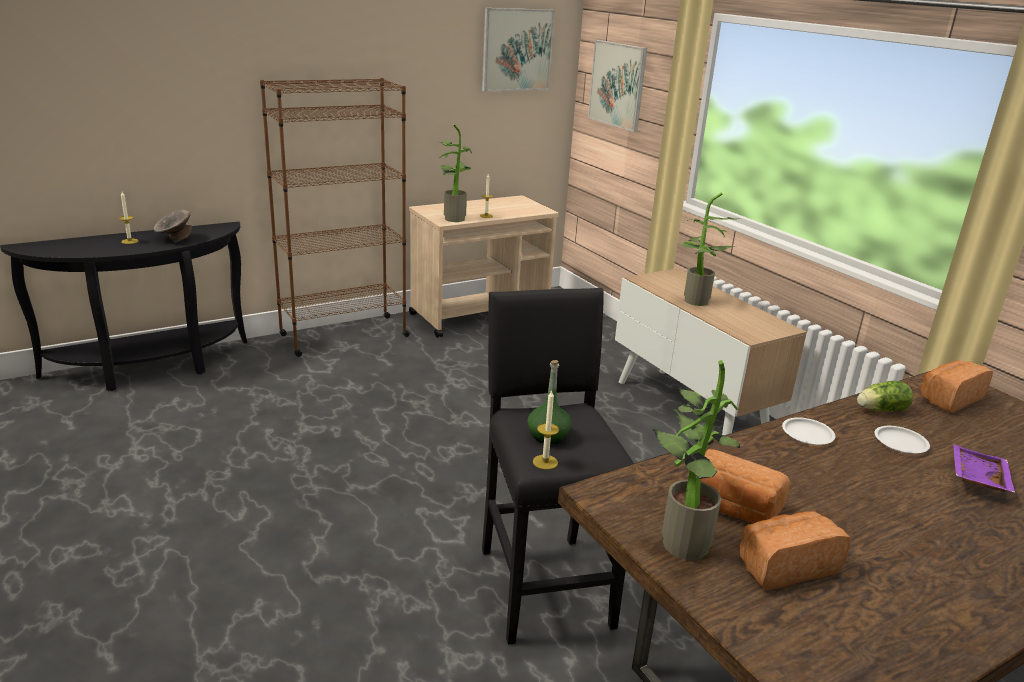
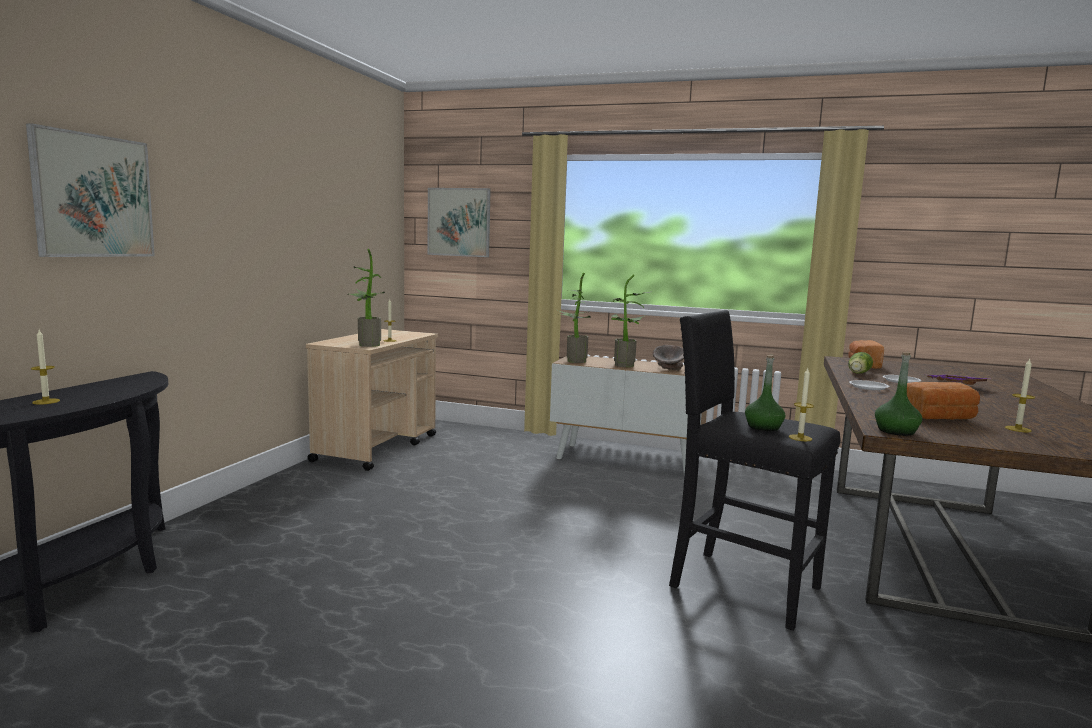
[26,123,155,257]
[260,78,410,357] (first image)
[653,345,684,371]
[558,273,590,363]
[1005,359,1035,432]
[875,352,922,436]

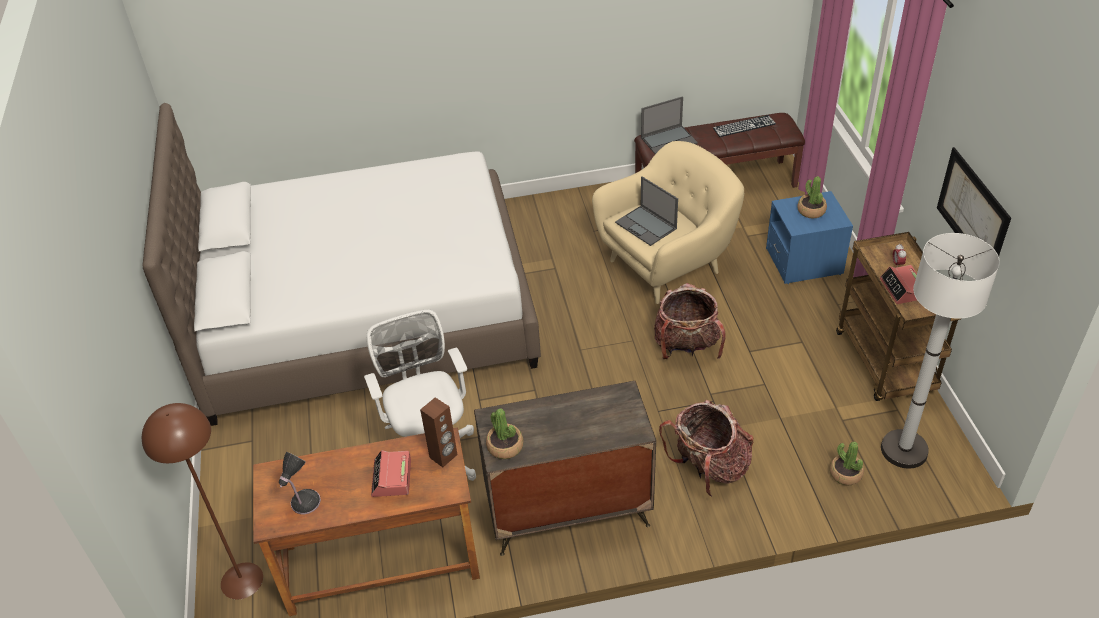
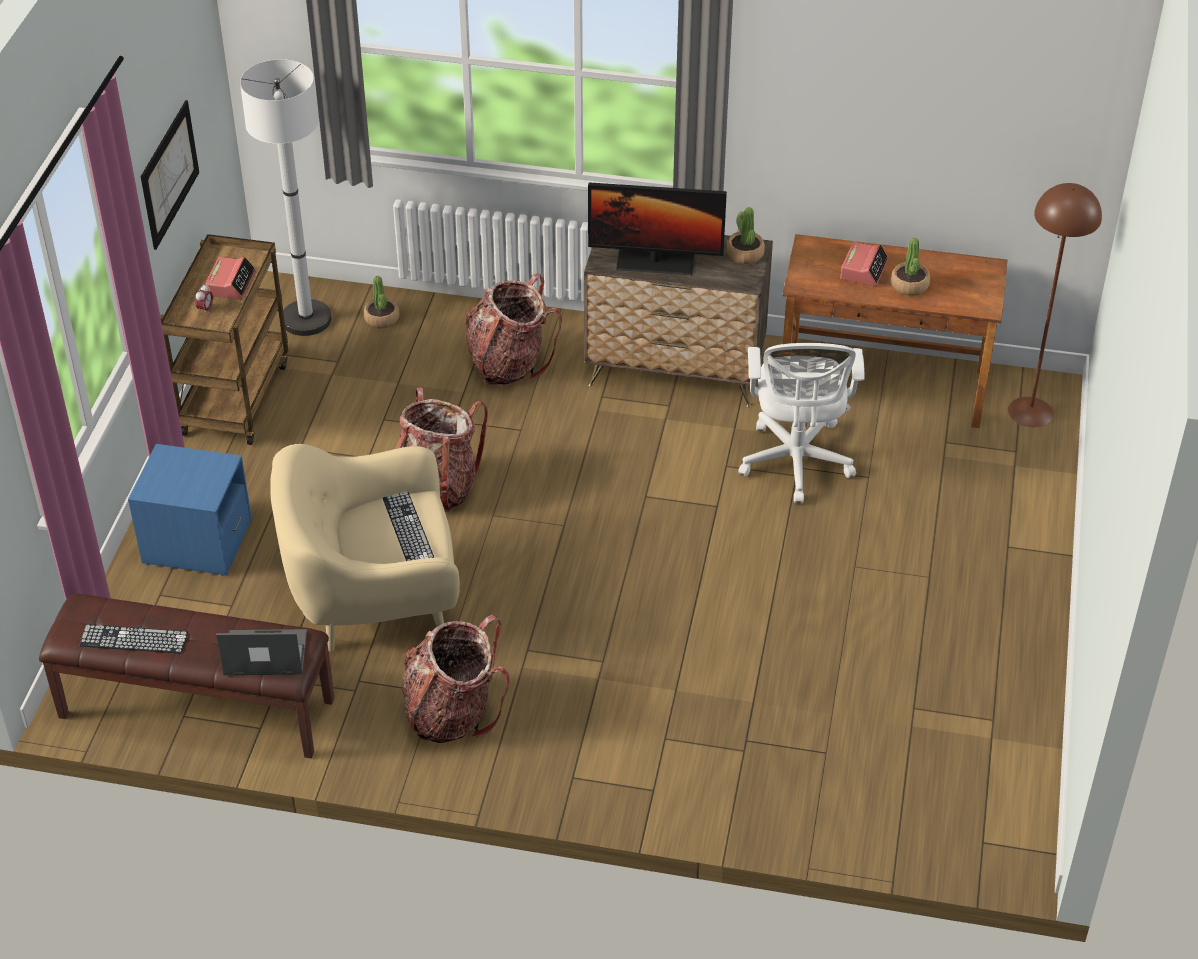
[142,103,541,426] (first image)
[383,492,434,561]
[891,237,930,296]
[420,398,458,467] (first image)
[279,452,321,514] (first image)
[588,182,727,275]
[402,615,510,743]

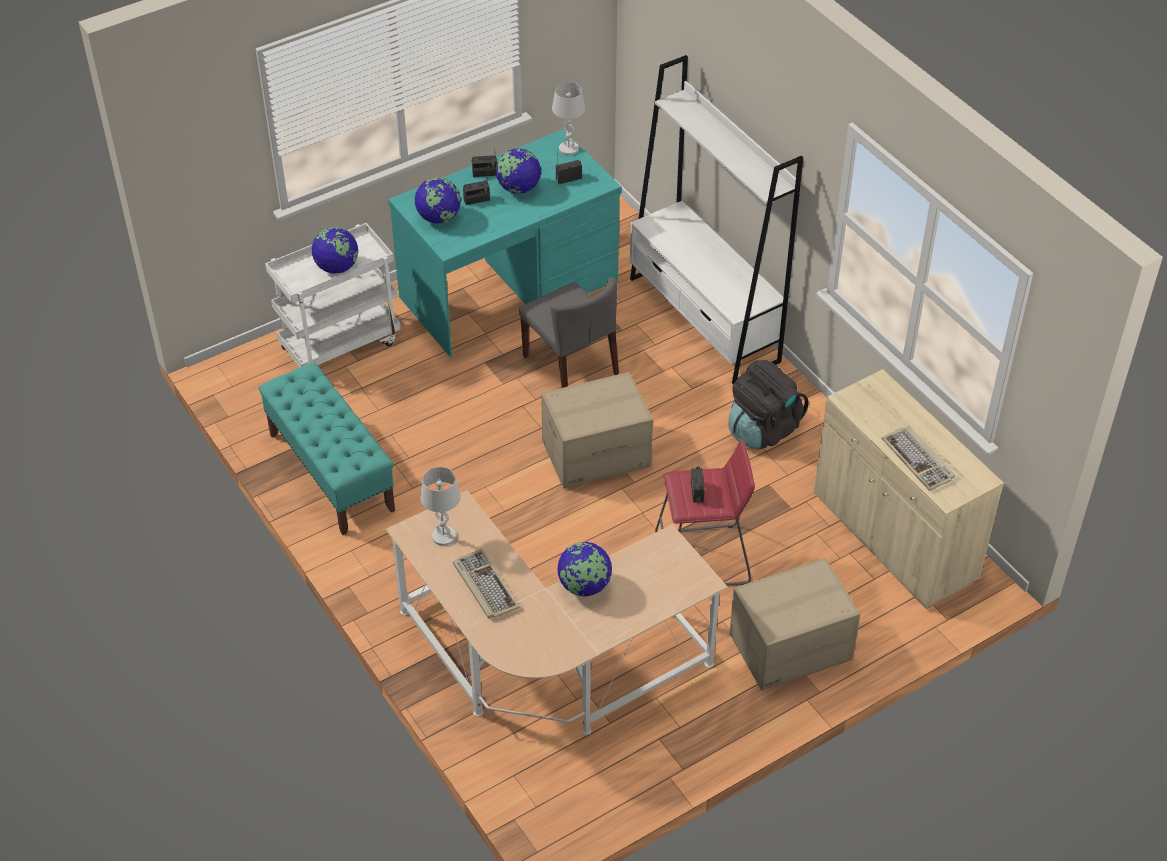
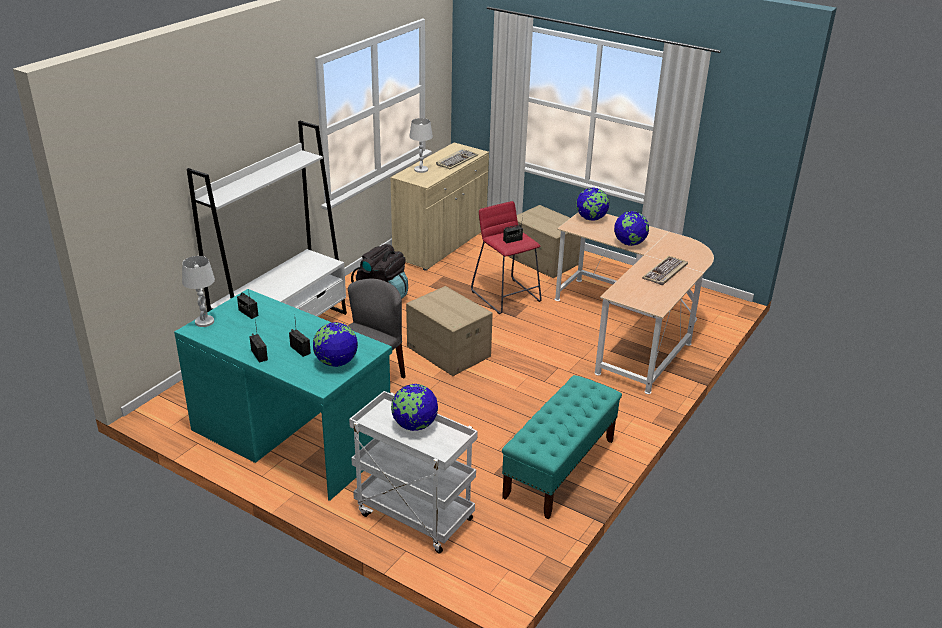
[576,187,609,221]
[409,118,433,173]

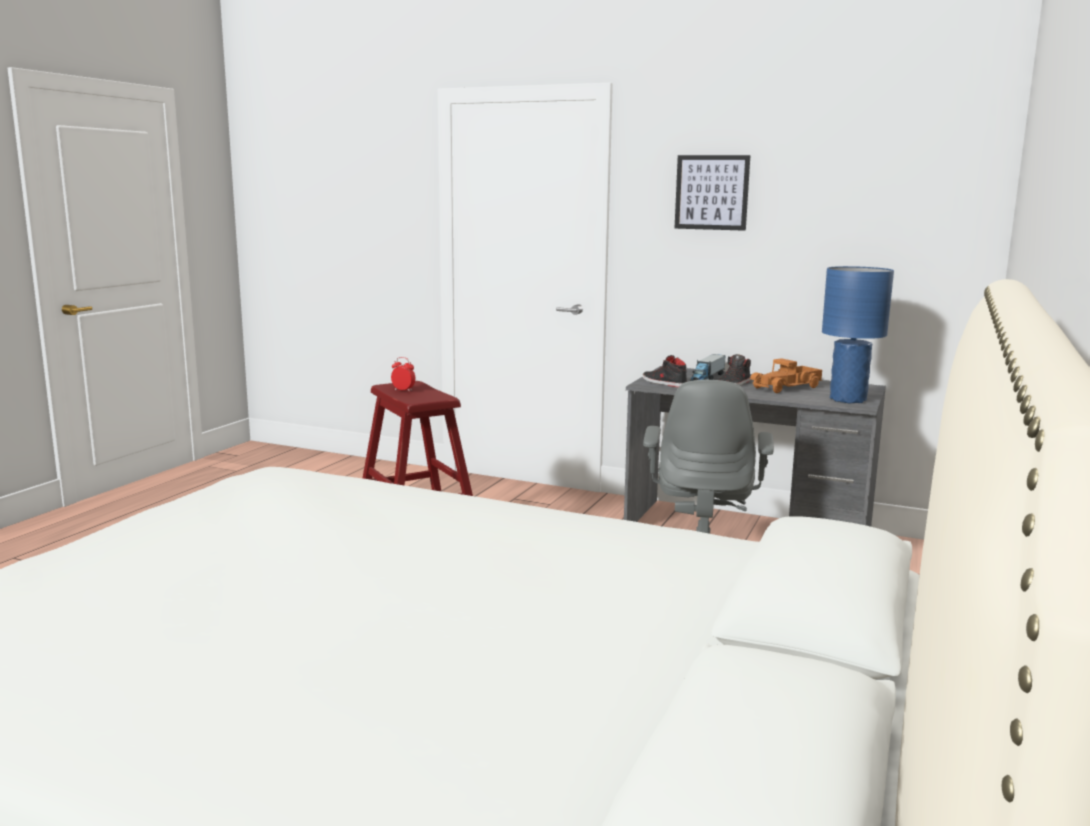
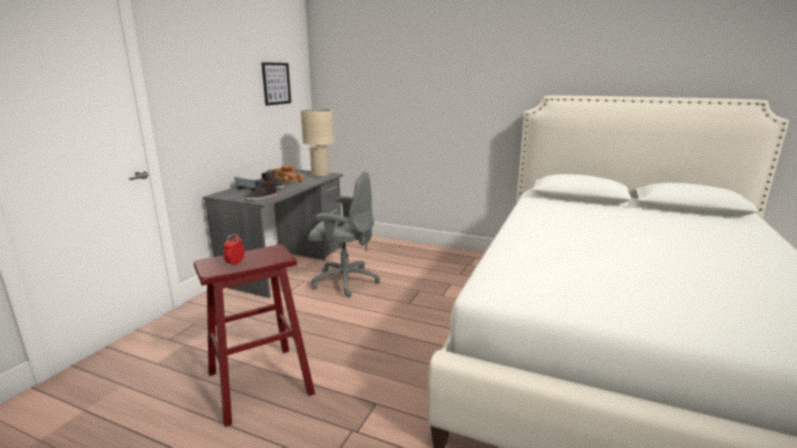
[261,62,291,106]
[300,109,334,177]

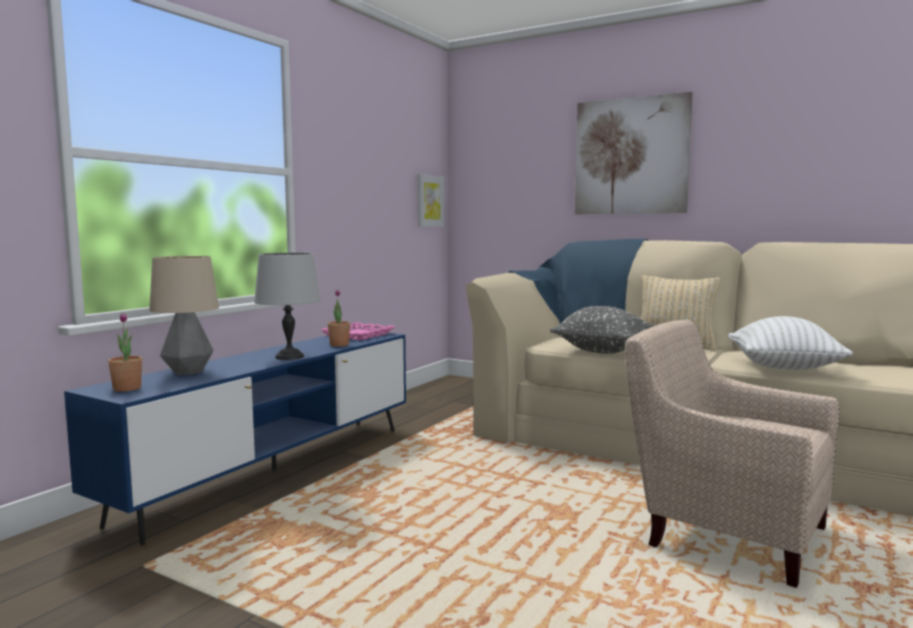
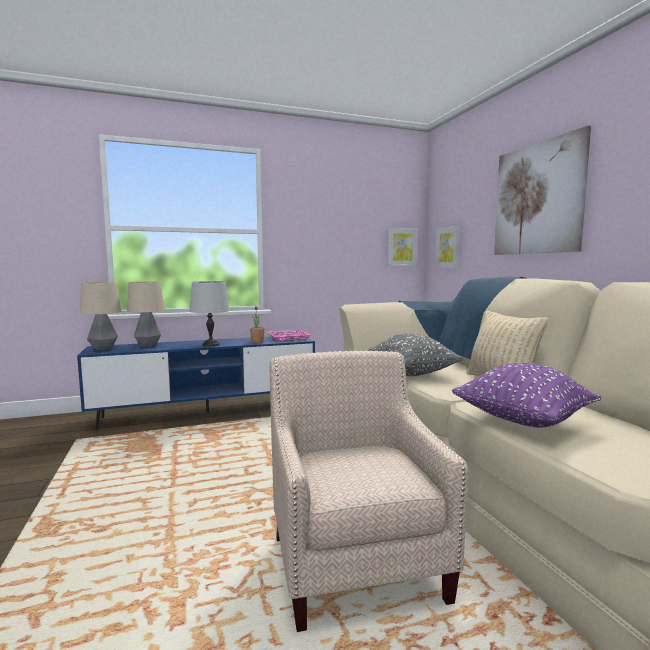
[80,282,121,351]
[452,363,601,427]
[435,226,460,268]

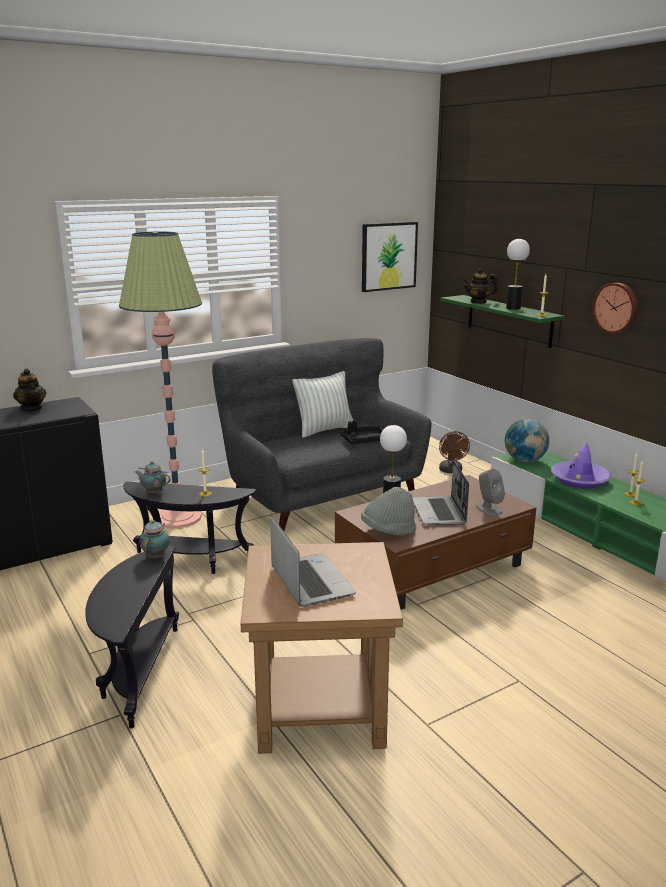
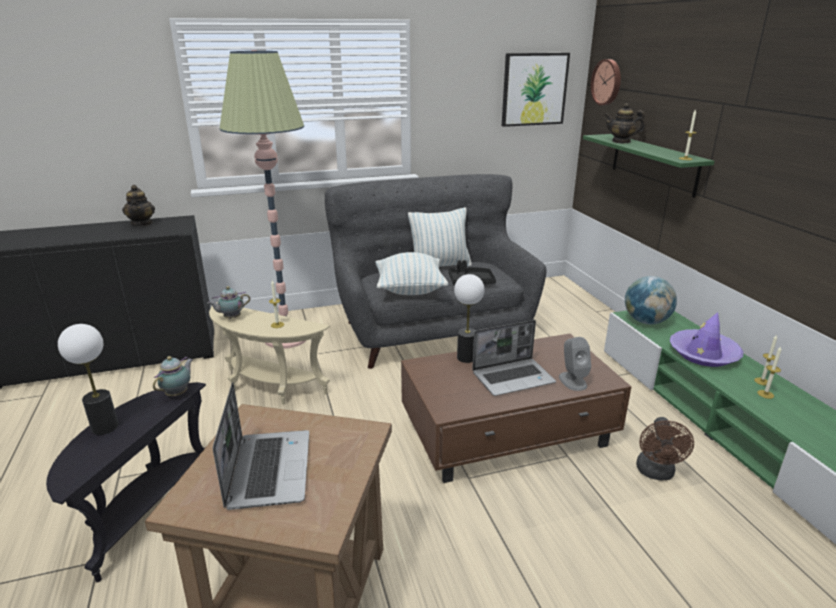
[58,324,118,435]
[590,59,621,105]
[636,417,694,480]
[207,286,250,319]
[472,320,556,396]
[209,302,330,405]
[361,487,416,535] (first image)
[376,252,448,295]

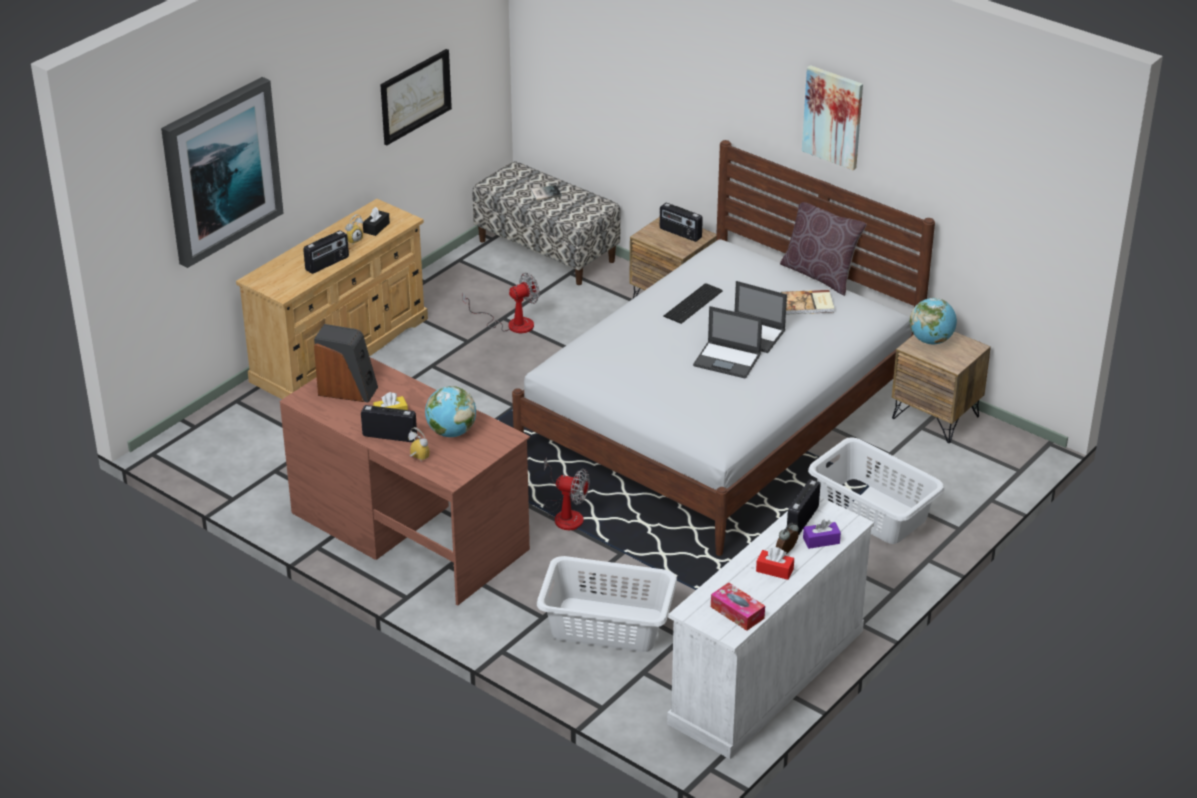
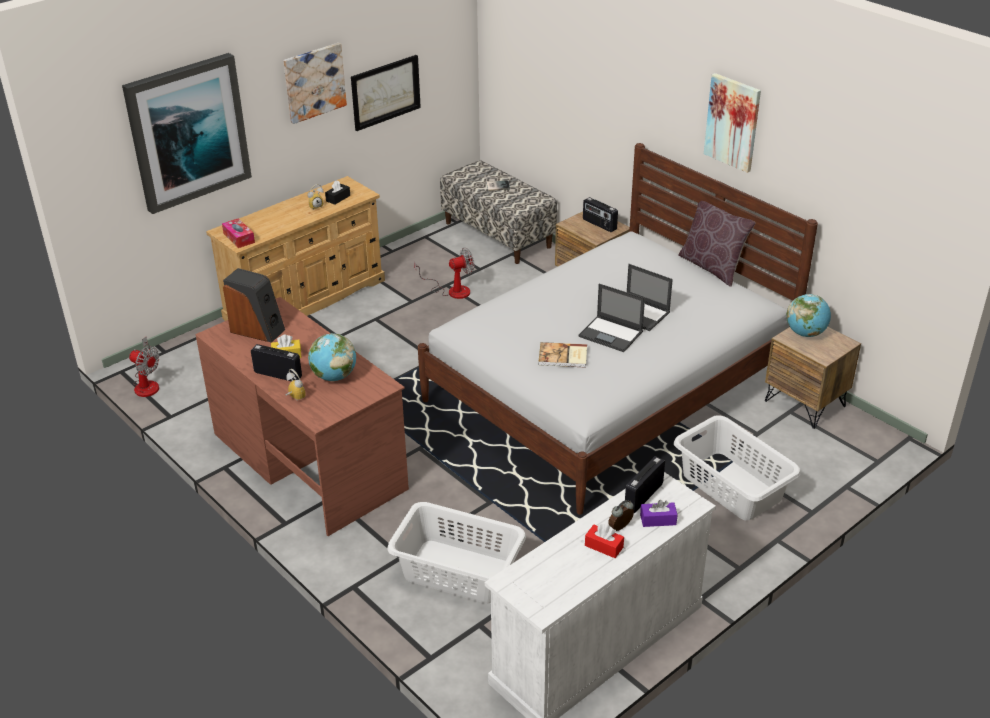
[303,230,349,274] (first image)
[663,283,722,324] (first image)
[539,342,587,368]
[129,337,159,397]
[222,218,255,248]
[283,43,347,124]

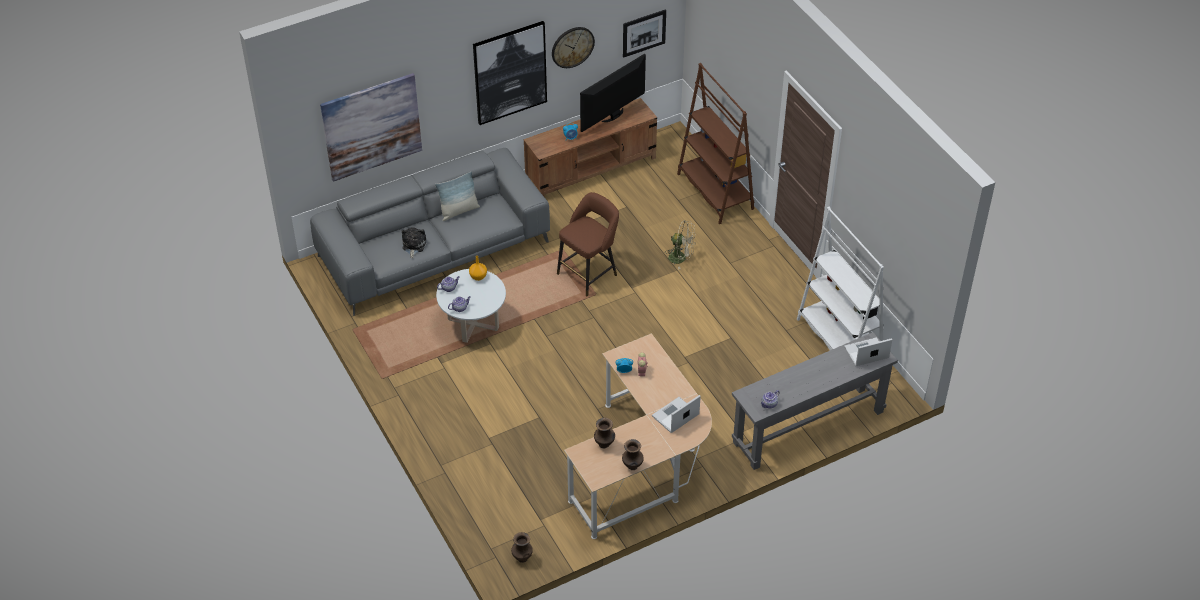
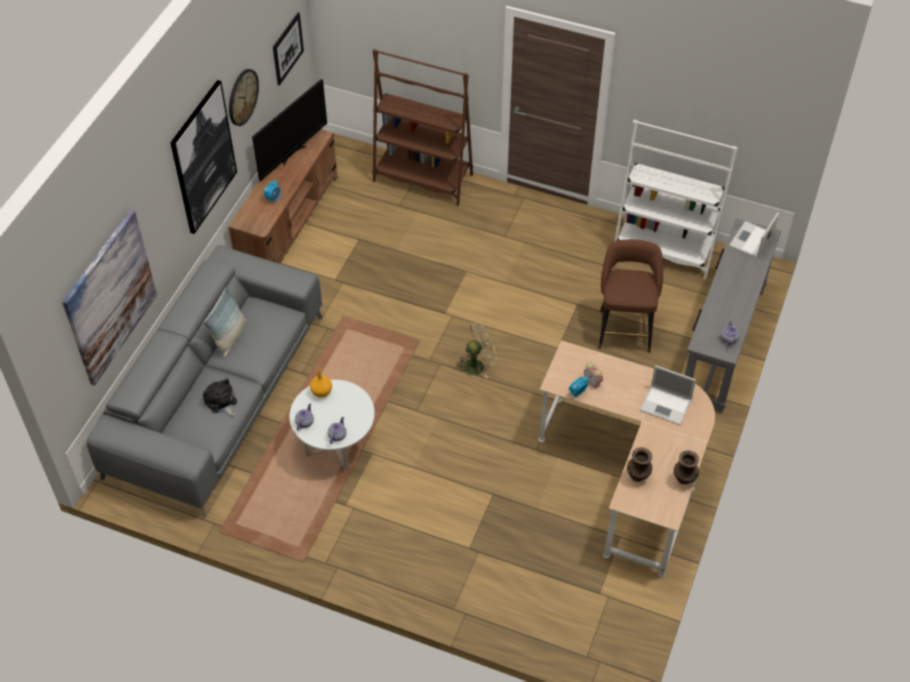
[252,79,327,181]
[598,239,663,353]
[456,322,498,378]
[640,365,696,425]
[511,532,533,563] (first image)

